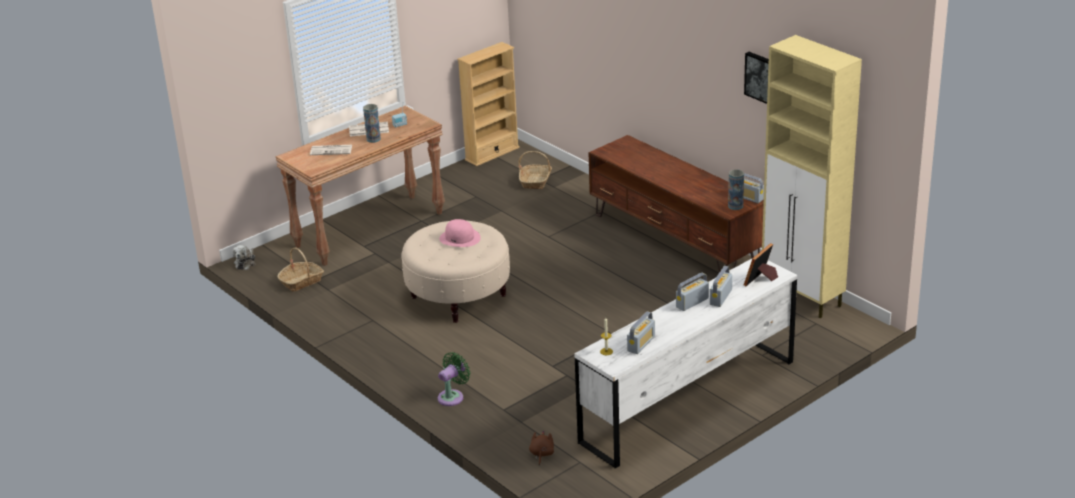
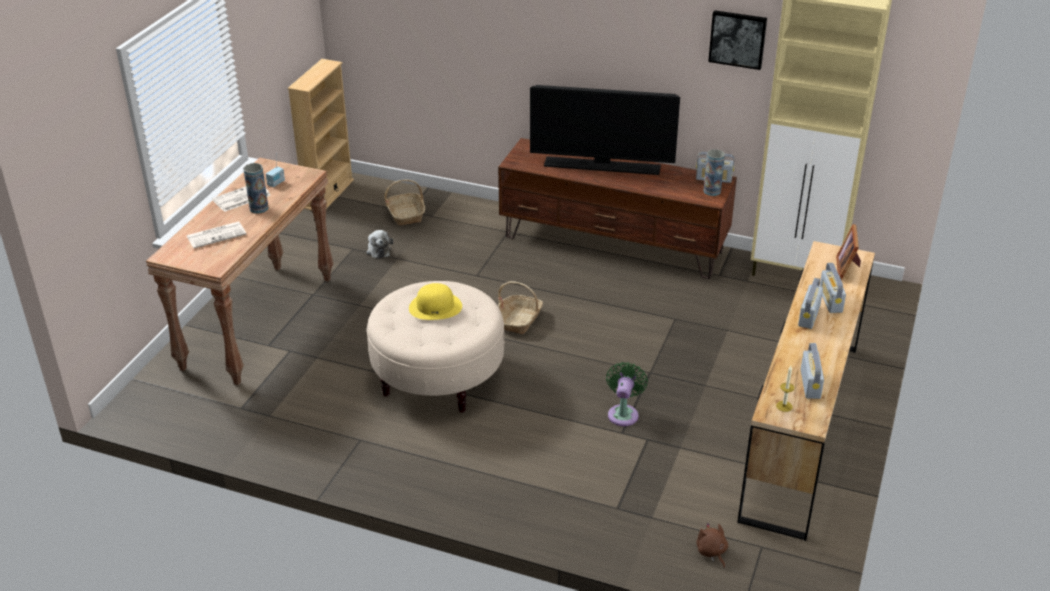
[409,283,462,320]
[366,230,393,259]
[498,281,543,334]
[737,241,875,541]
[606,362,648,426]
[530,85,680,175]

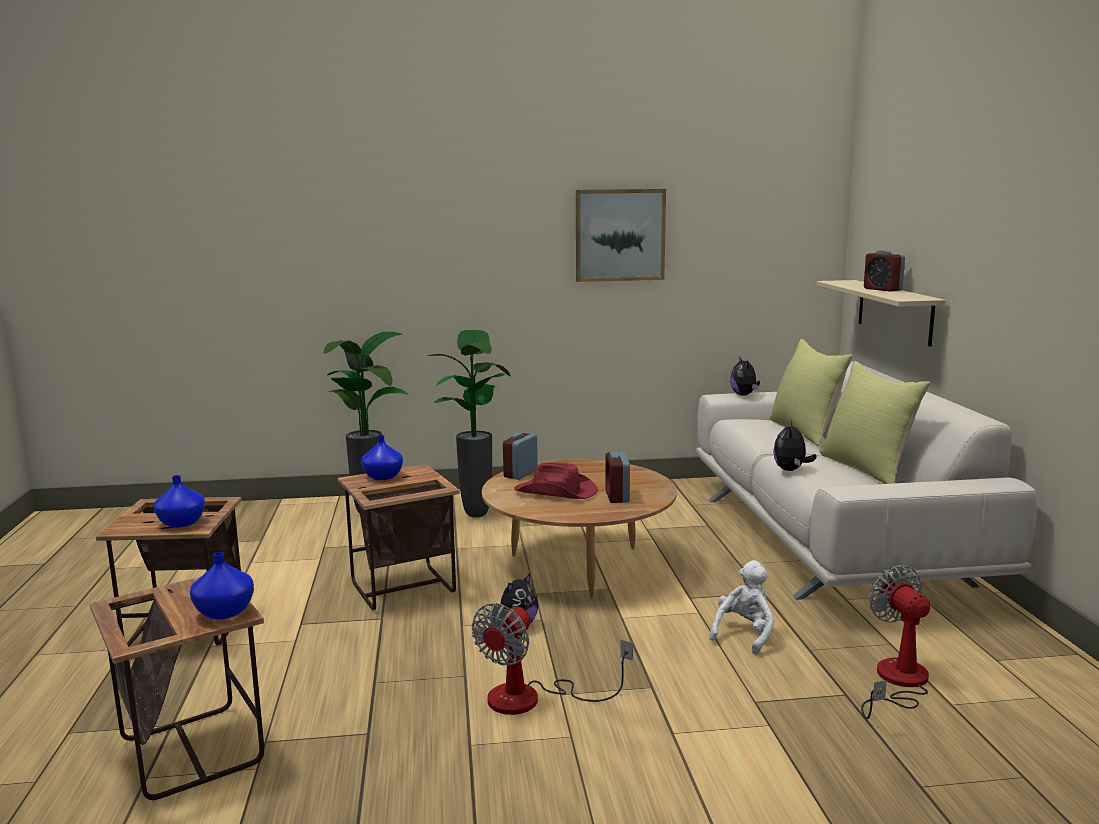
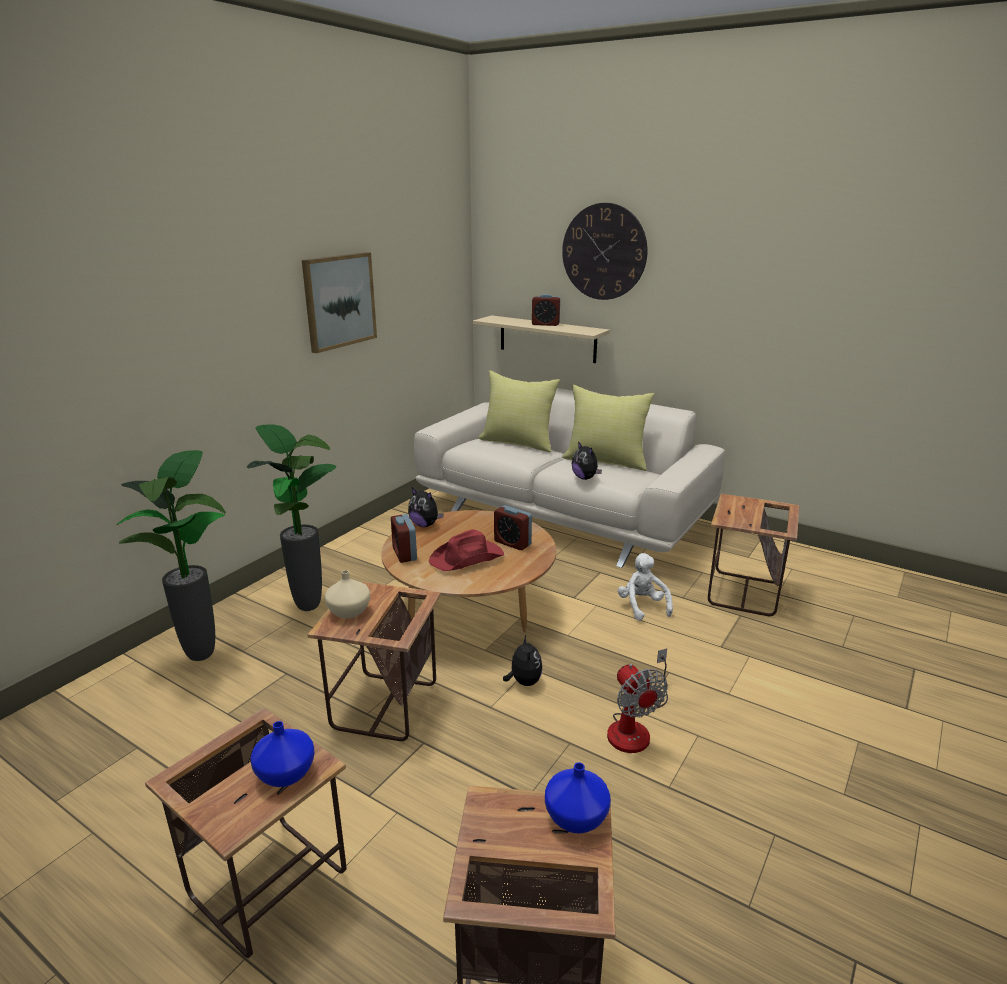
[408,488,444,527]
[325,570,370,619]
[708,494,799,616]
[562,203,648,300]

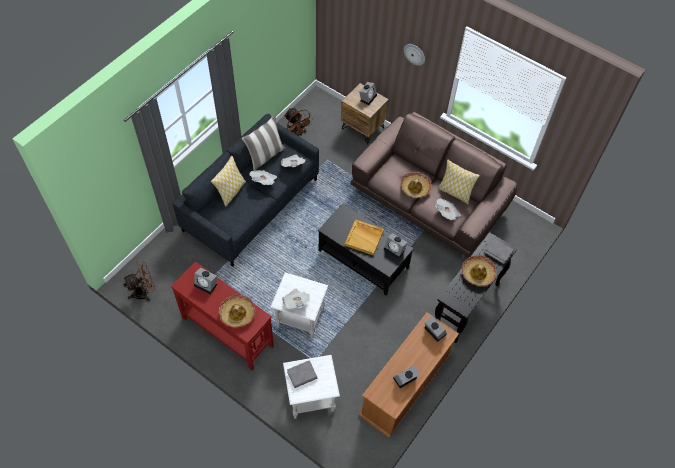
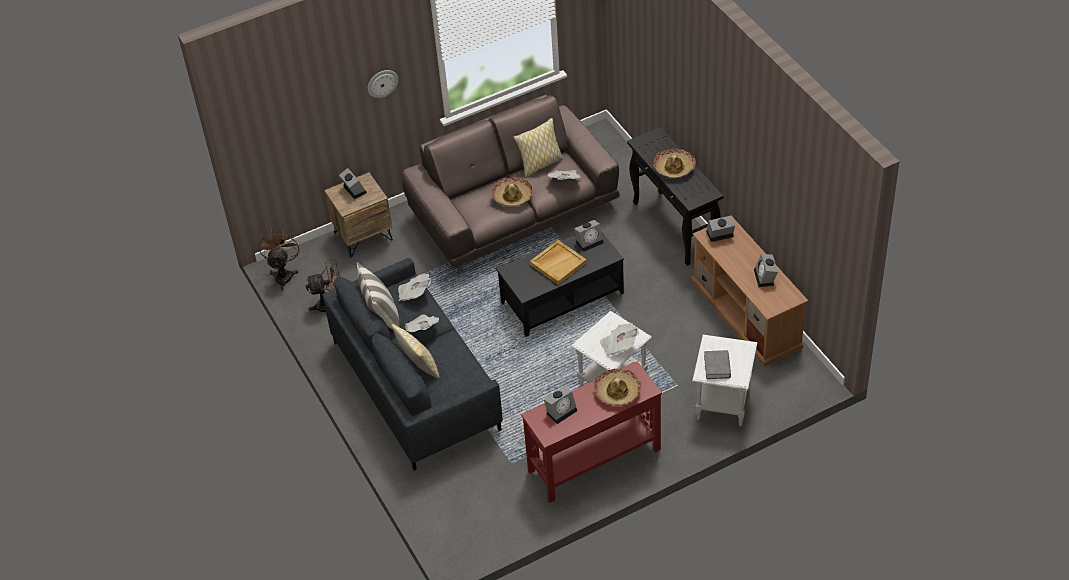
[484,238,513,264] (first image)
[258,229,300,290]

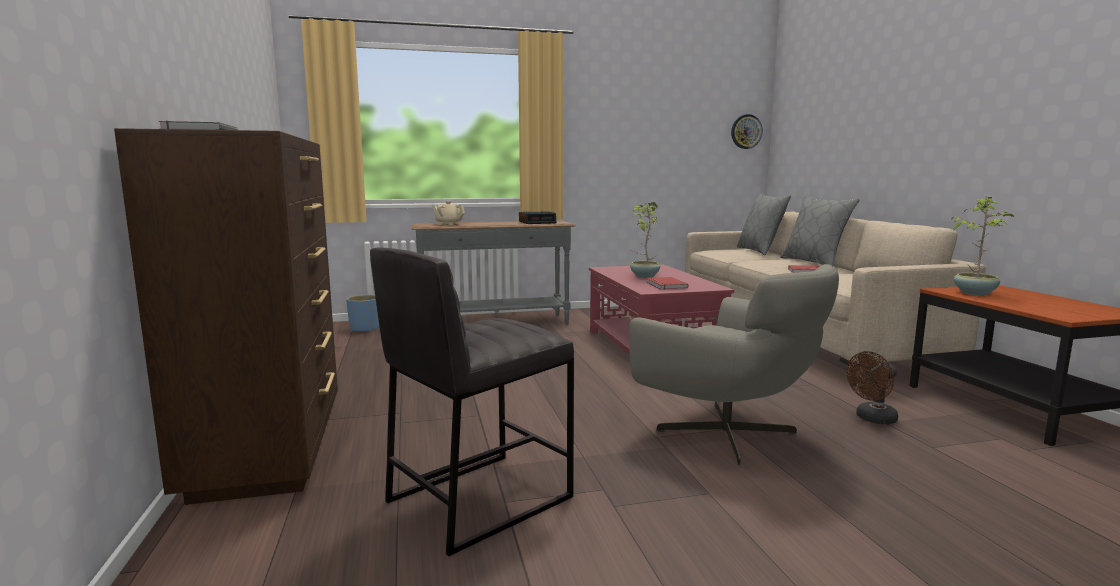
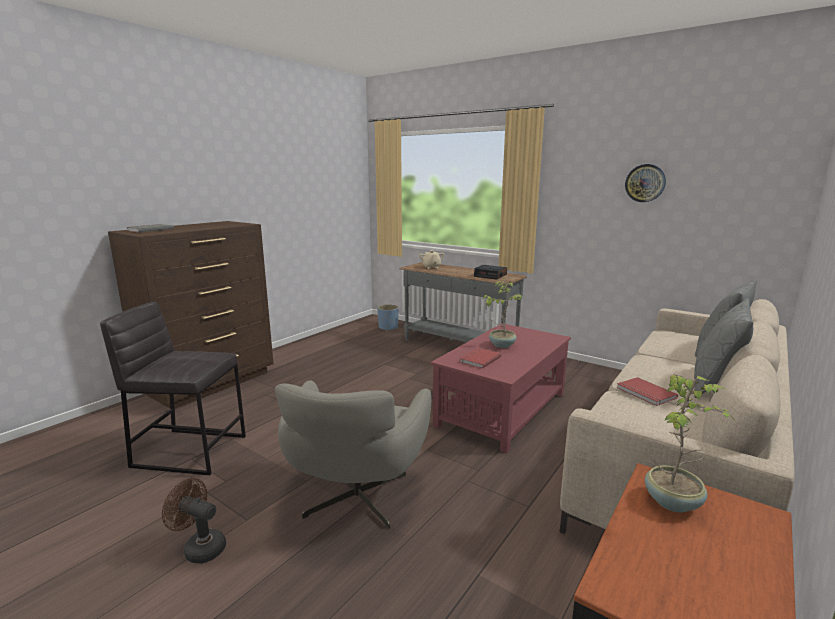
[625,164,666,202]
[162,478,226,564]

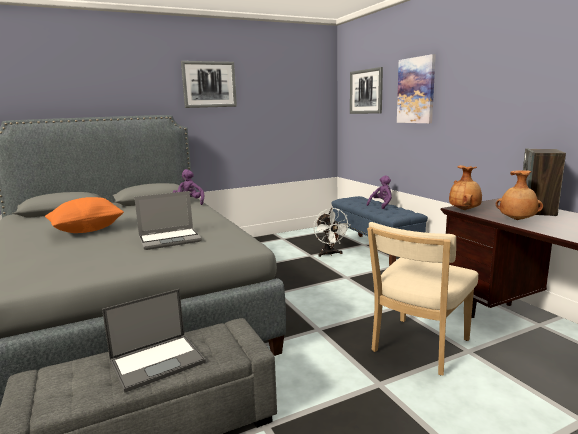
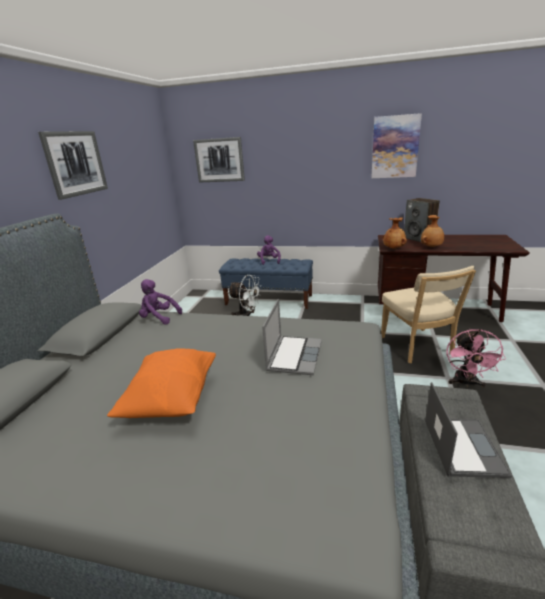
[371,113,422,178]
[446,329,506,388]

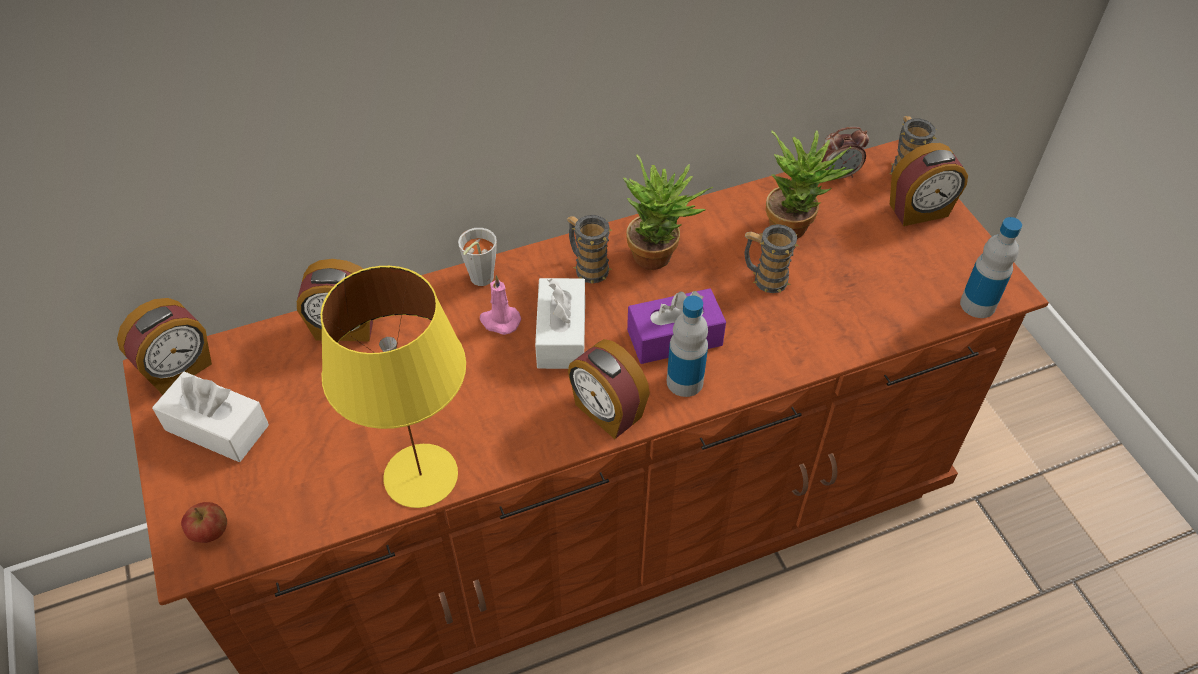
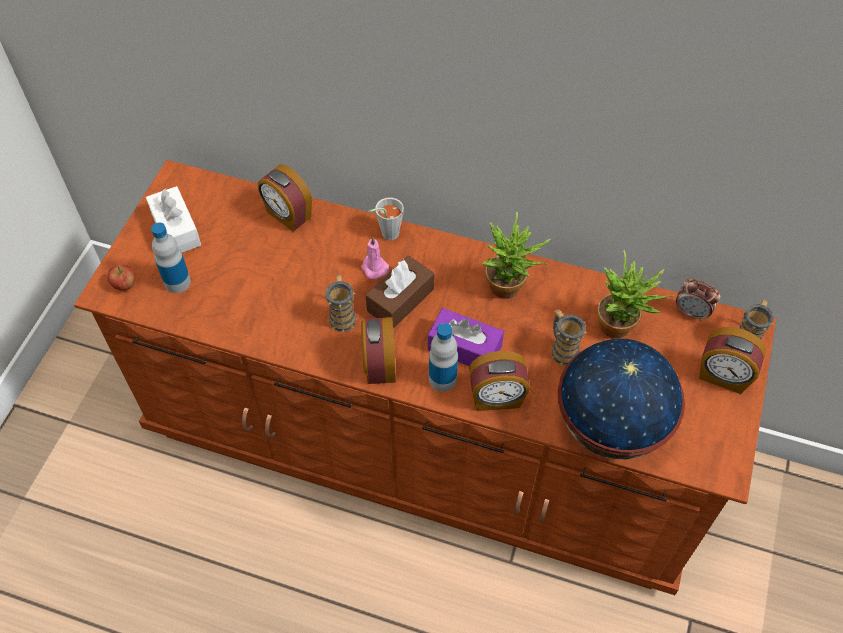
[323,275,358,333]
[151,222,191,293]
[321,266,466,508] (first image)
[366,256,434,329]
[469,351,530,411]
[558,339,685,459]

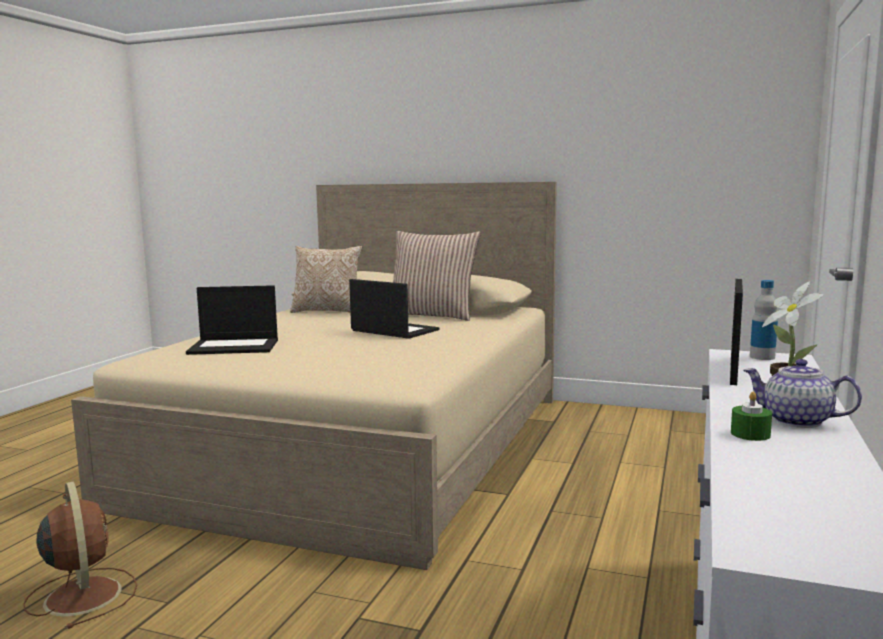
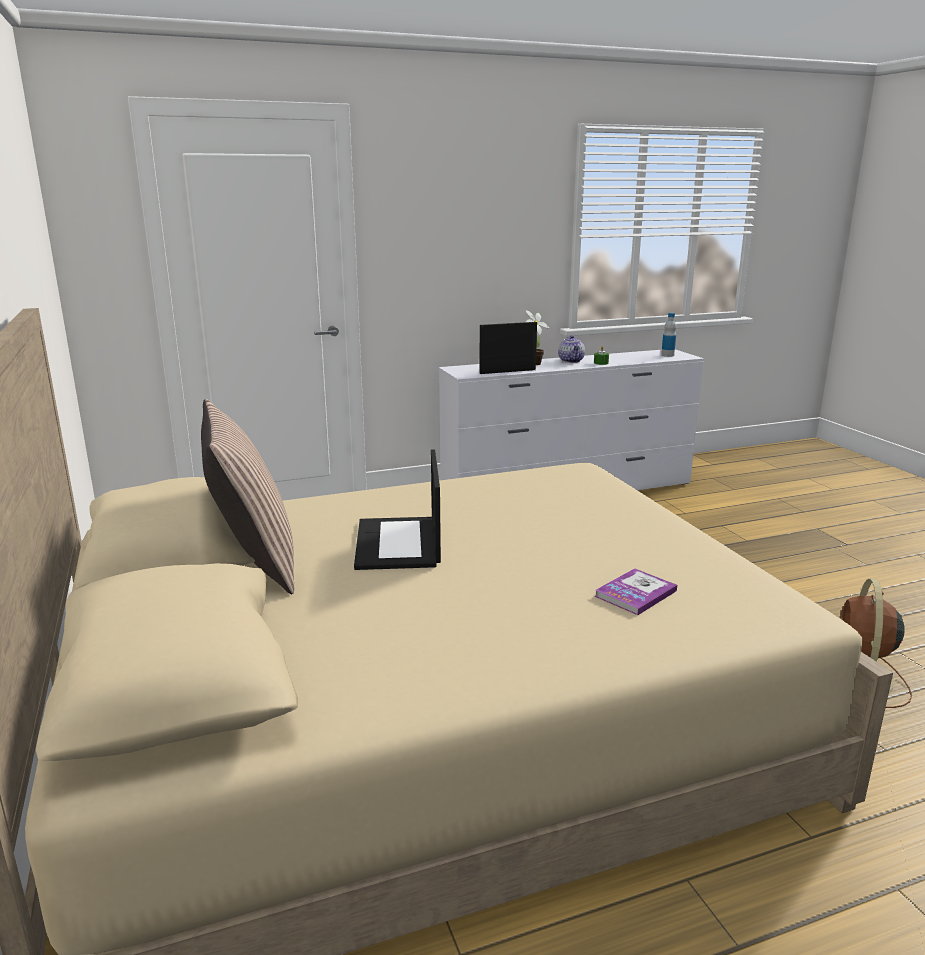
[290,246,363,313] (first image)
[661,313,676,357]
[594,568,677,615]

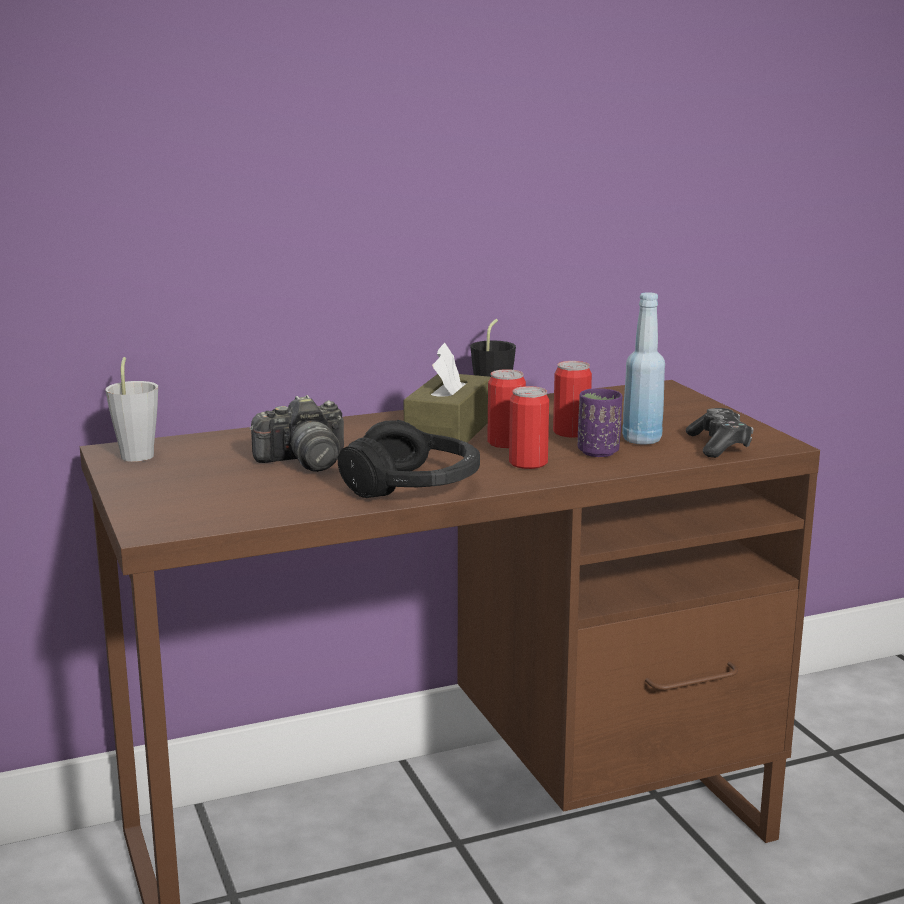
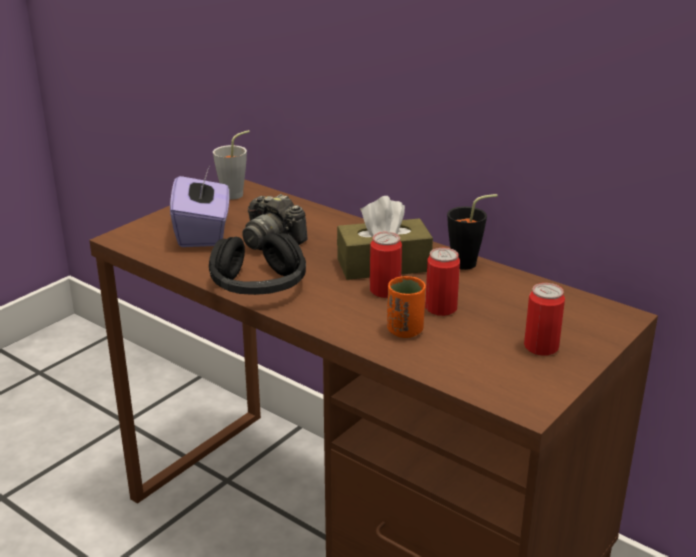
[622,292,665,445] (first image)
[524,283,565,356]
[387,276,426,338]
[686,408,753,458] (first image)
[170,168,229,247]

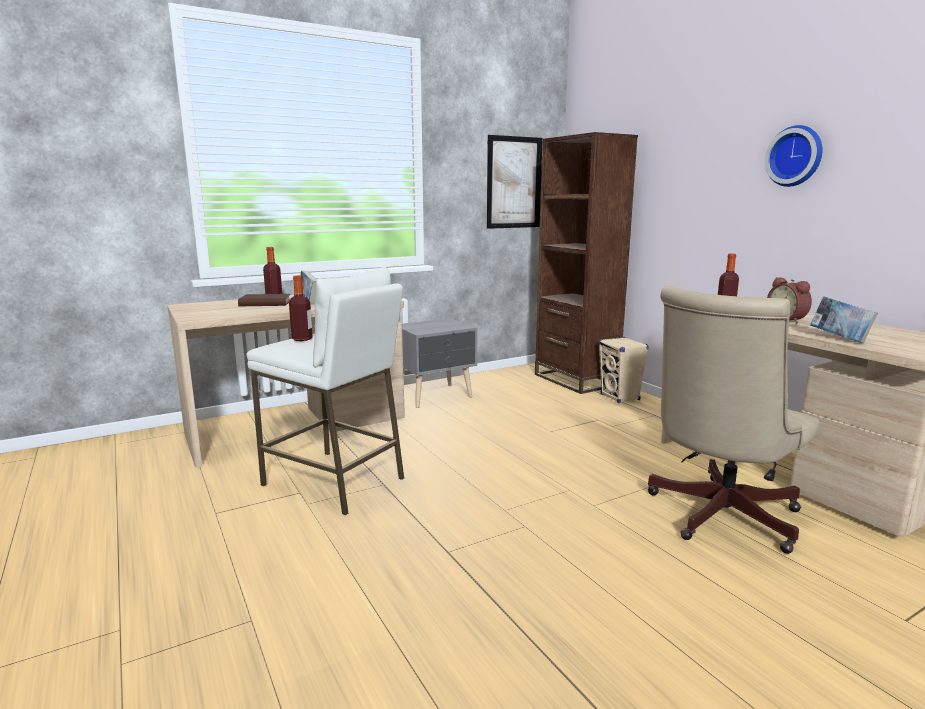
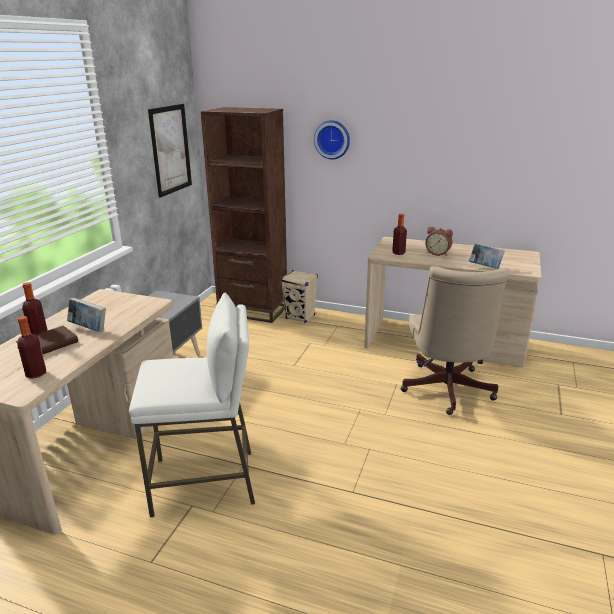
[314,120,350,159]
[18,316,46,379]

